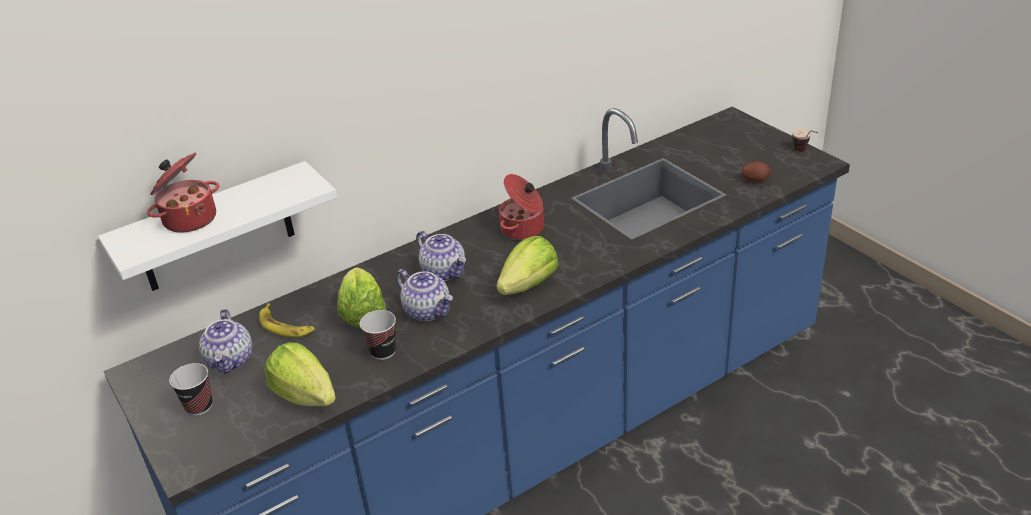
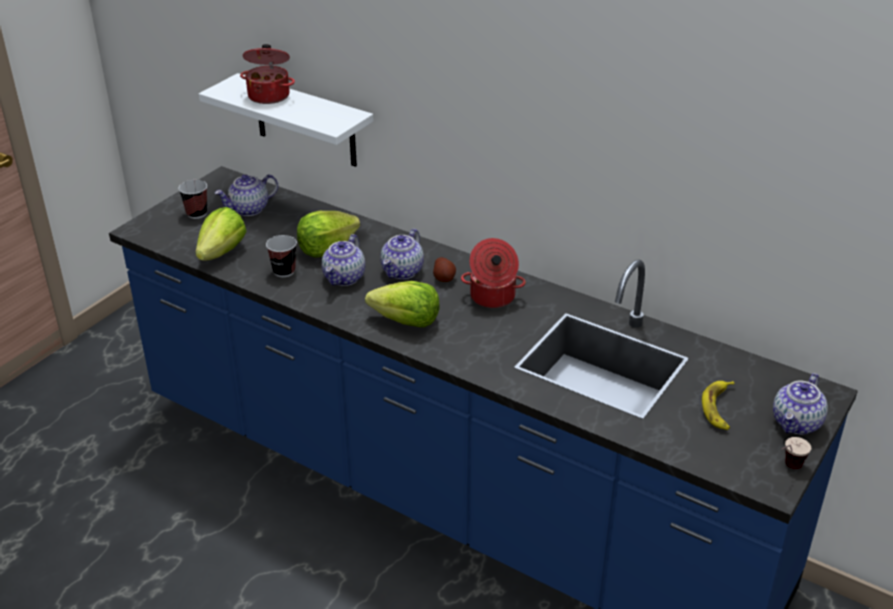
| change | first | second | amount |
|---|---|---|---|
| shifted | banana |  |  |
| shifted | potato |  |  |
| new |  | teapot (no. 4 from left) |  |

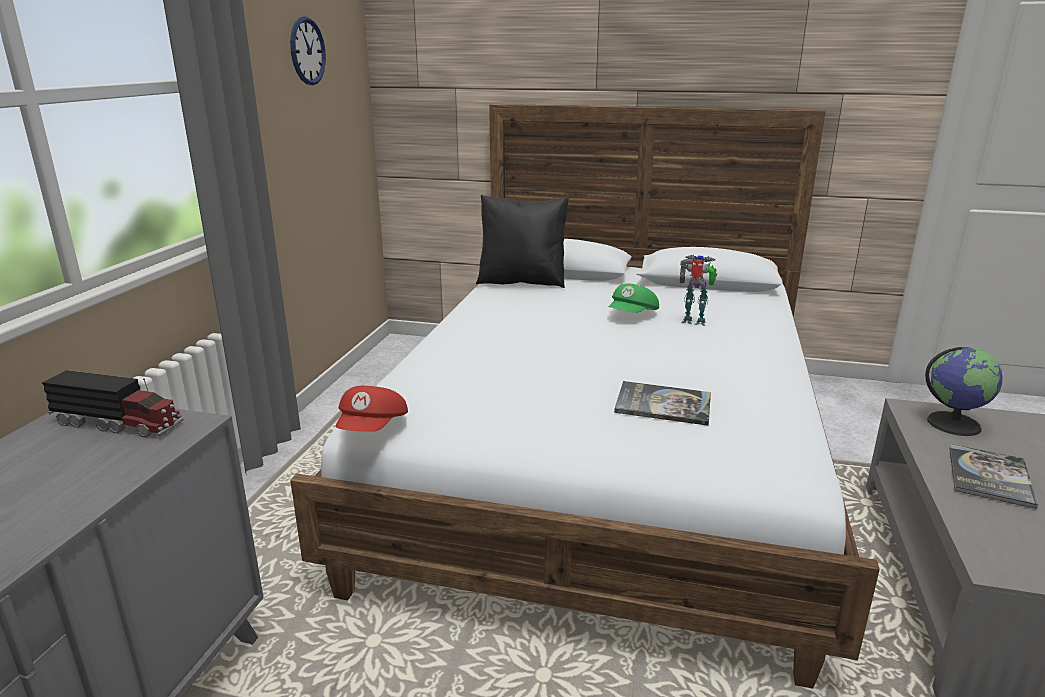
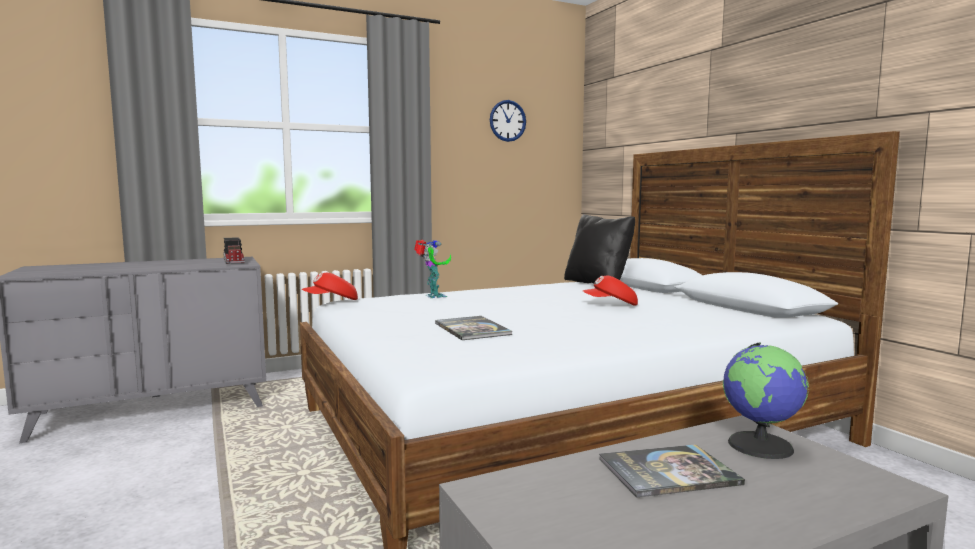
| change | first | second | amount |
|---|---|---|---|
| repainted | green cap | red cap (no. 2 from left) |  |
| shifted | toy robot |  |  |

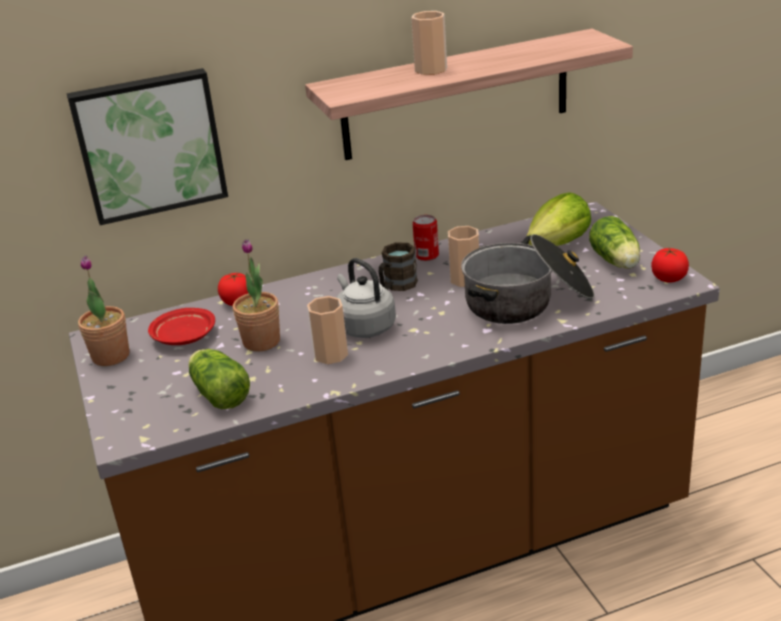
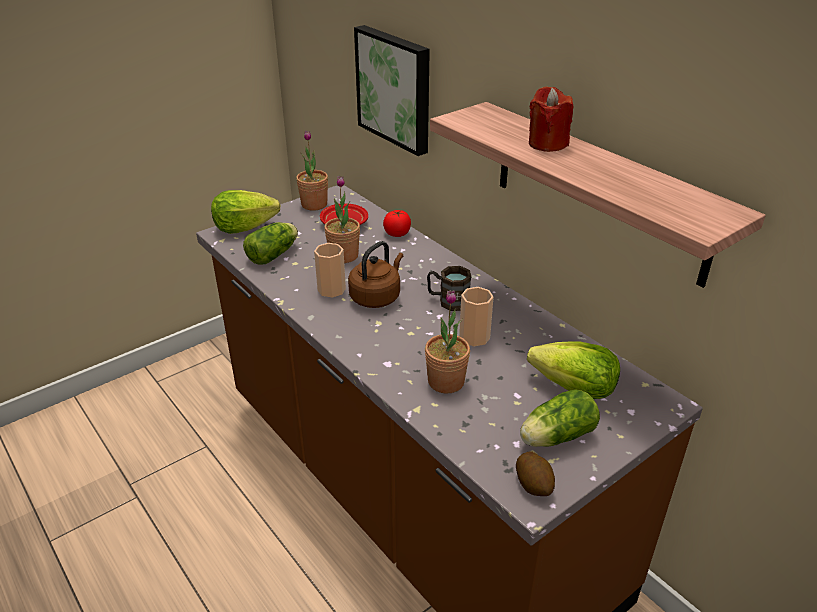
| change | first | second | amount |
|---|---|---|---|
| repainted | grey kettle | brown kettle |  |
| swapped | cup (no. 2 from left) | red candle |  |
| gone | can |  |  |
| swapped | cooking pot | potted plant (no. 3 from left) |  |
| swapped | tomato (no. 2 from left) | potato |  |
| new |  | lettuce (no. 1 from left) |  |

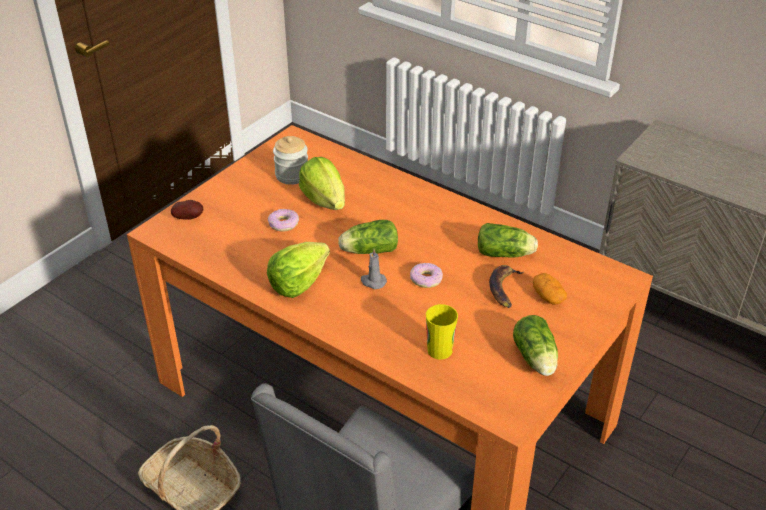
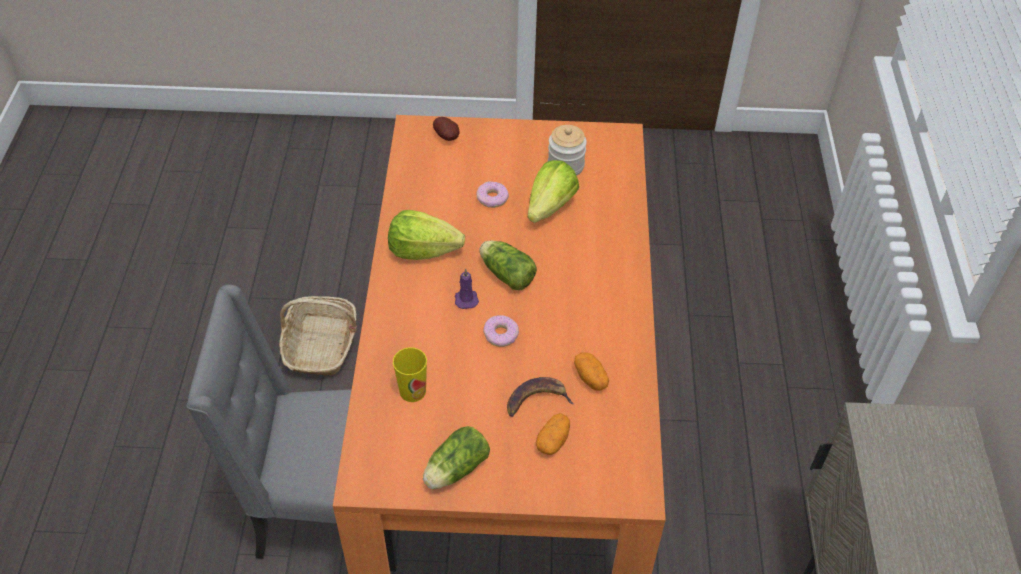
| change | first | second | amount |
|---|---|---|---|
| repainted | grey candle | purple candle |  |
| swapped | lettuce (no. 4 from left) | potato (no. 3 from left) |  |

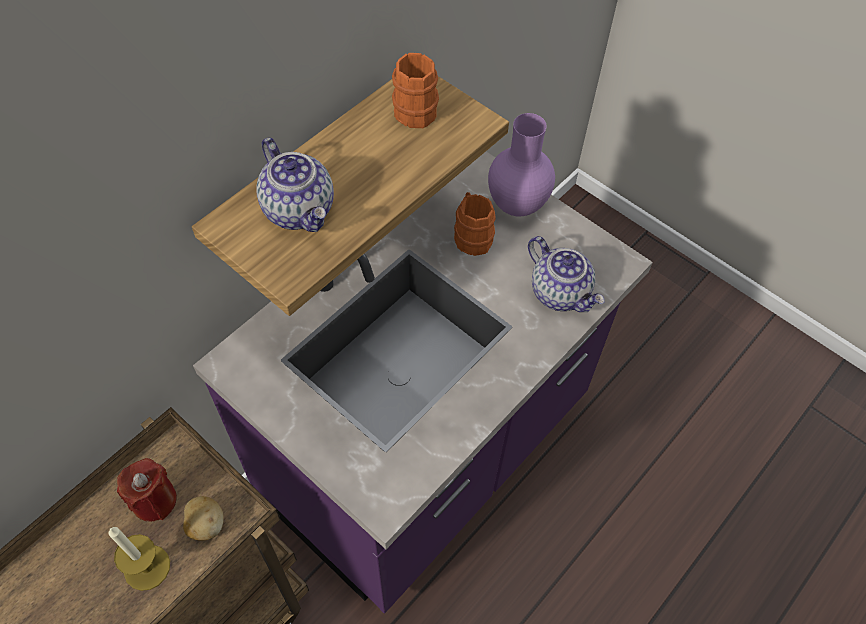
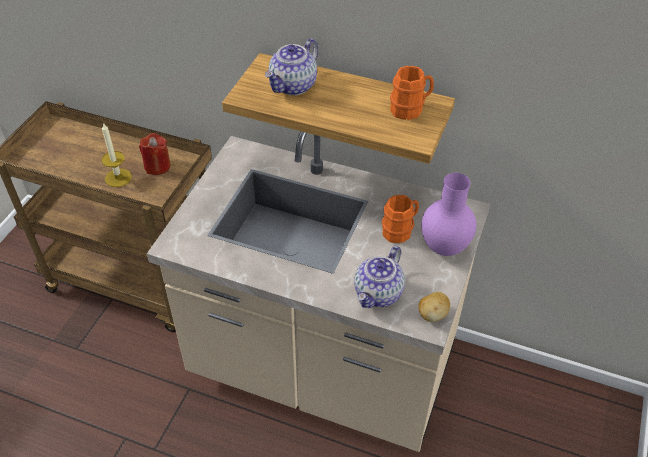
| change | first | second | amount |
|---|---|---|---|
| shifted | potato |  |  |
| repainted | purple counter | beige counter |  |

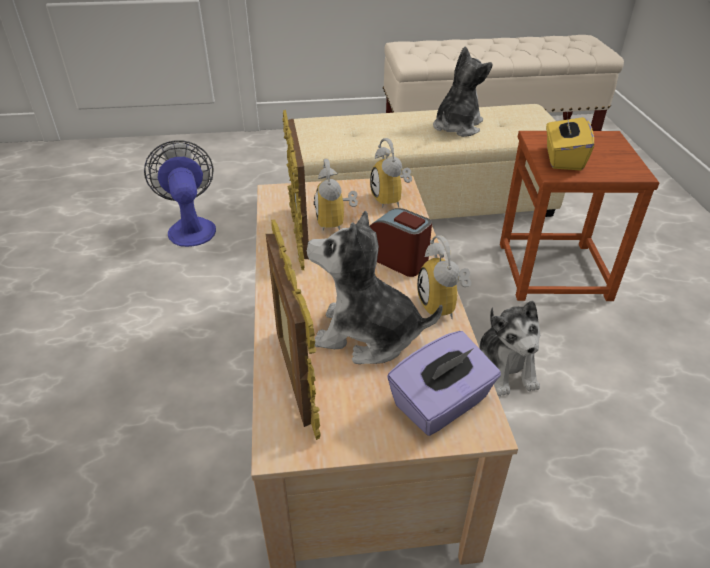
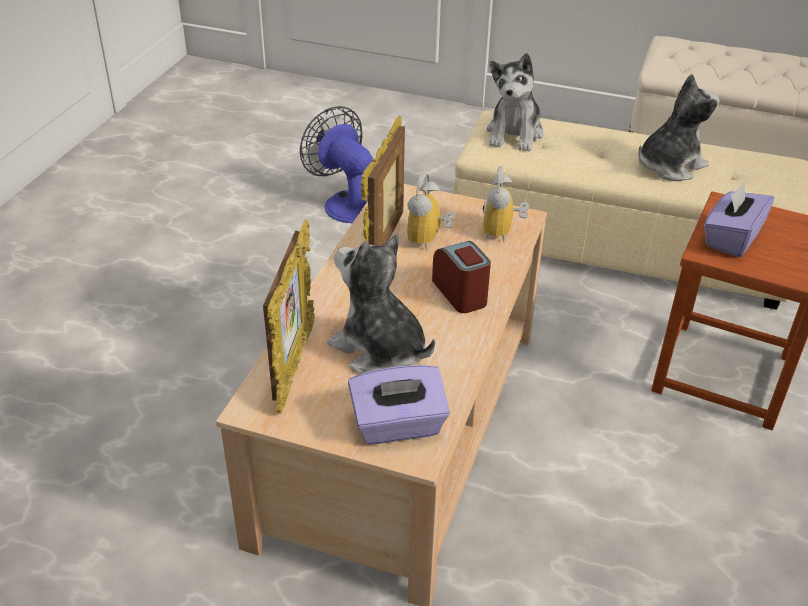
| change | first | second | amount |
|---|---|---|---|
| rotated | fan |  | 45 degrees counterclockwise |
| gone | alarm clock (no. 4 from left) |  |  |
| shifted | plush toy (no. 3 from left in the first image) | plush toy (no. 2 from left) |  |
| repainted | yellow tissue box | purple tissue box (no. 2 from left) |  |

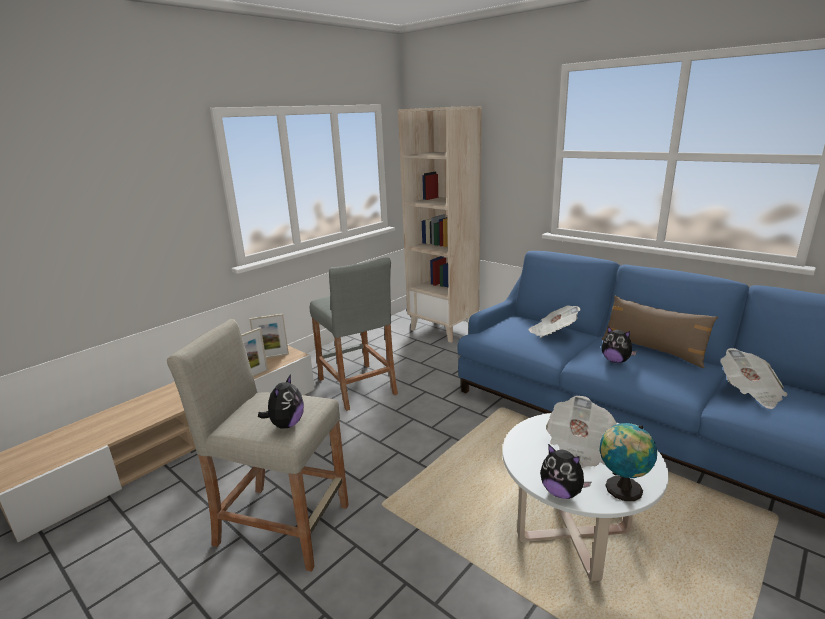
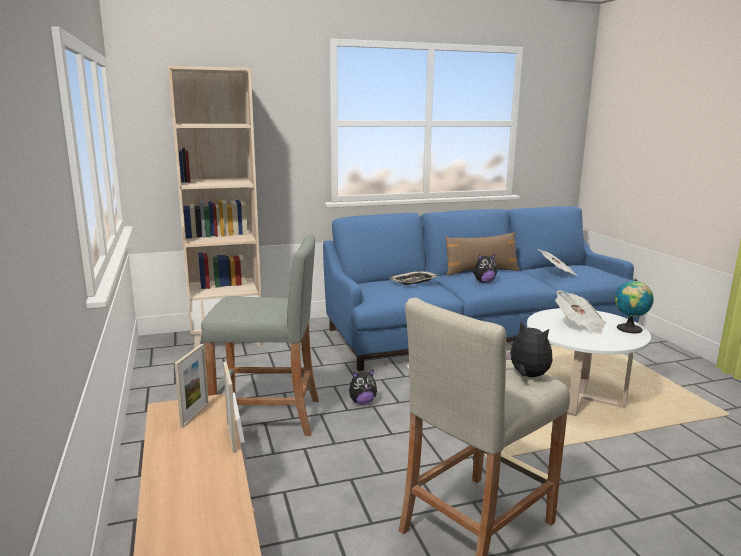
| change | first | second | amount |
|---|---|---|---|
| swapped | newspaper (no. 1 from left) | tray |  |
| shifted | plush toy (no. 2 from left in the first image) | plush toy (no. 1 from left) |  |

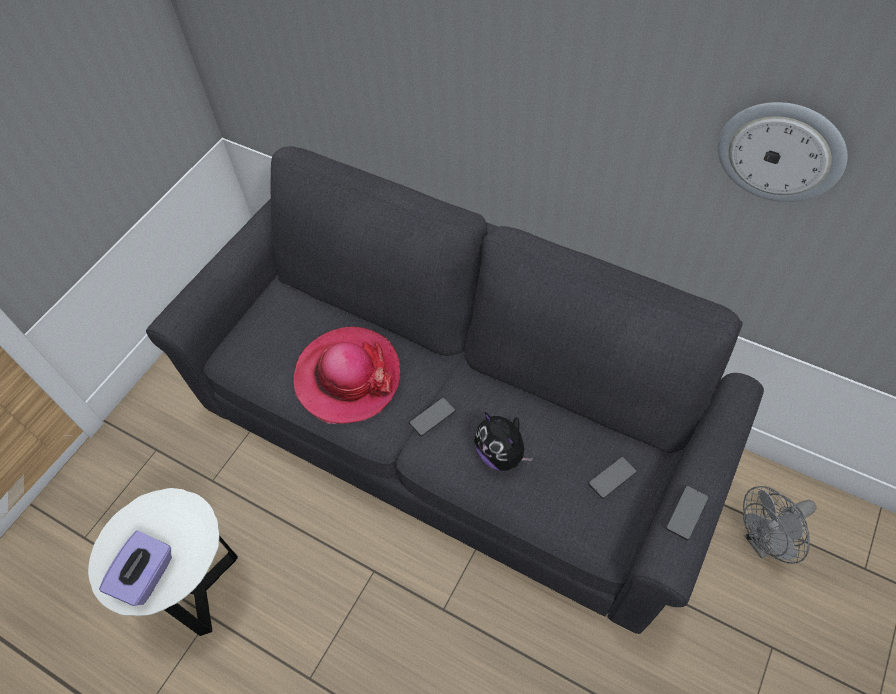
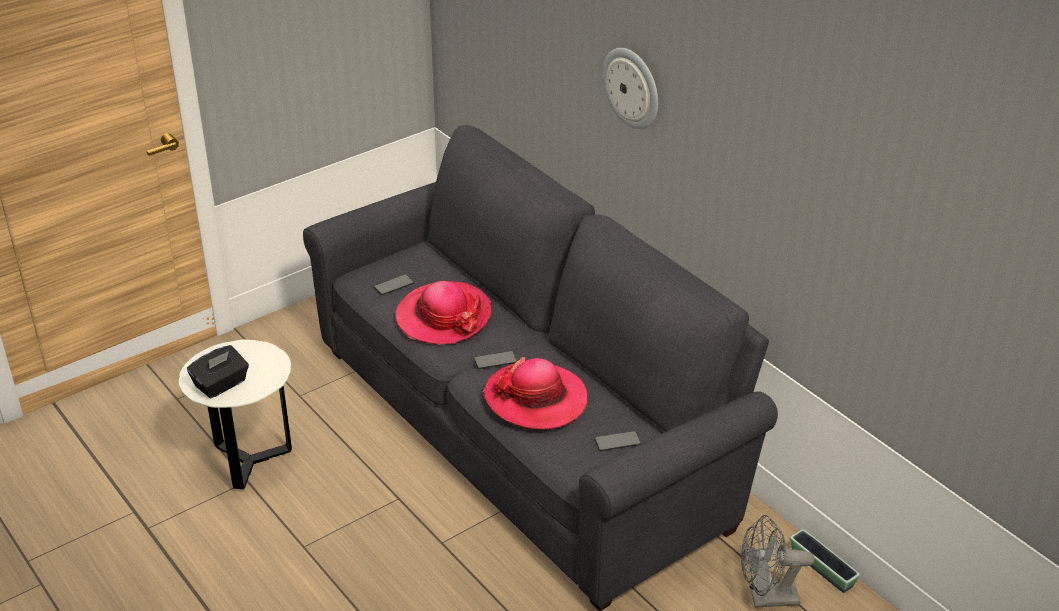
| change | first | second | amount |
|---|---|---|---|
| repainted | purple tissue box | black tissue box |  |
| swapped | plush toy | hat (no. 2 from left) |  |
| shifted | phone (no. 3 from left in the first image) | phone (no. 1 from left) |  |
| shifted | wall clock |  |  |
| new |  | planter |  |

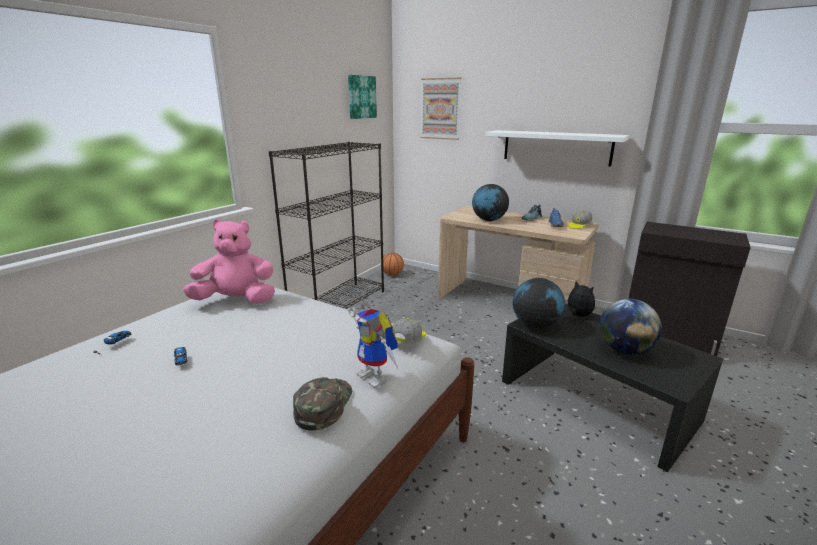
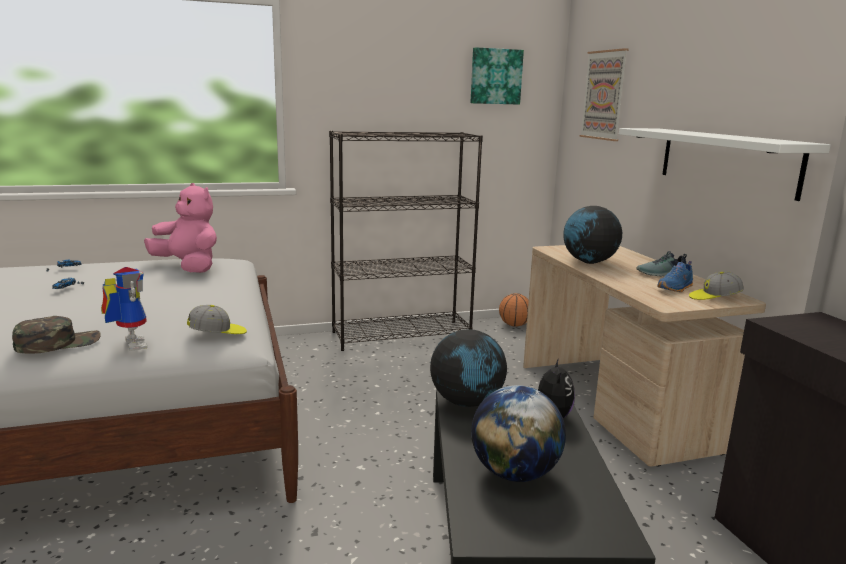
| change | first | second | amount |
|---|---|---|---|
| rotated | toy robot |  | 150 degrees clockwise |

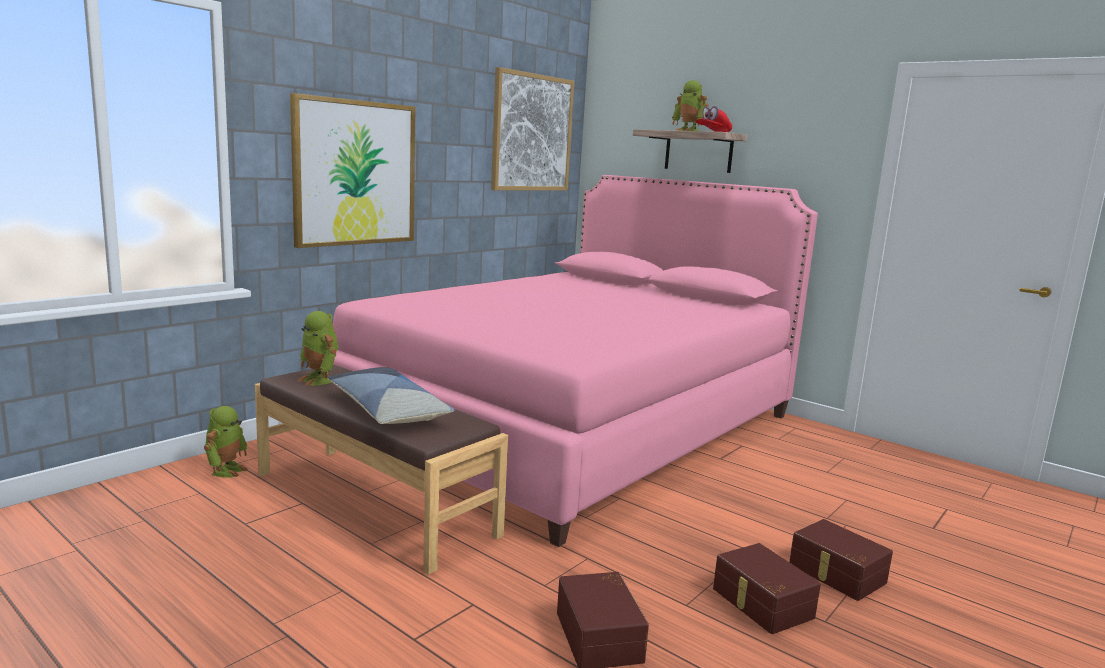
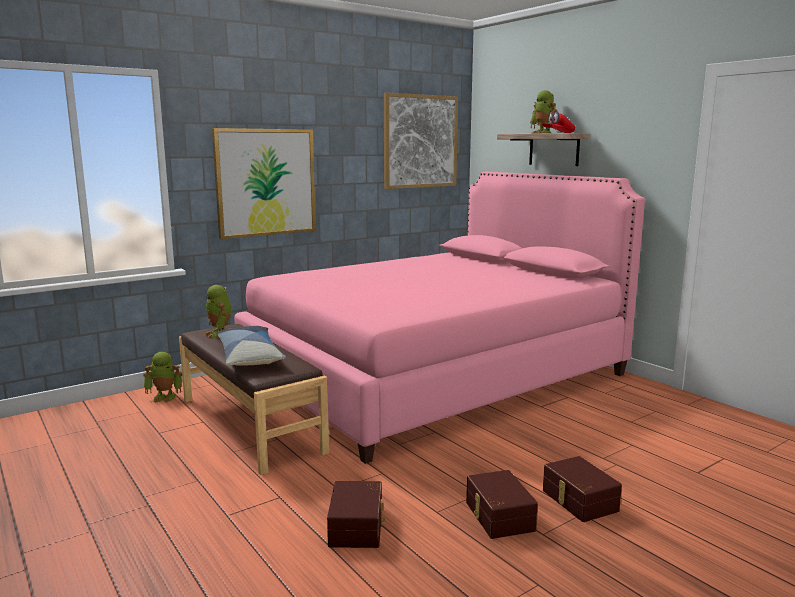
| change | first | second | amount |
|---|---|---|---|
| rotated | toy robot (no. 1 from left) |  | 60 degrees clockwise |

